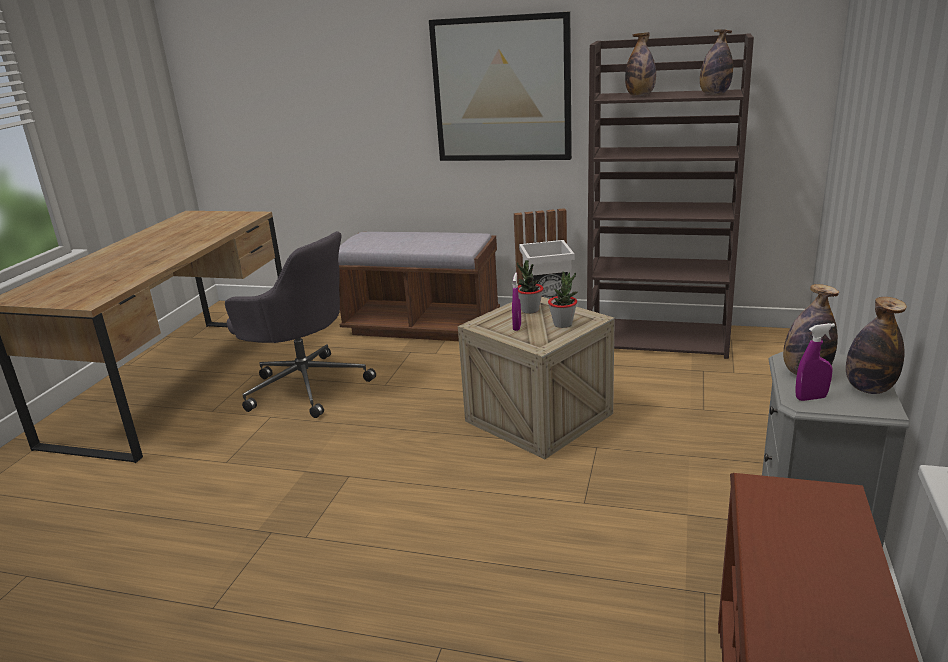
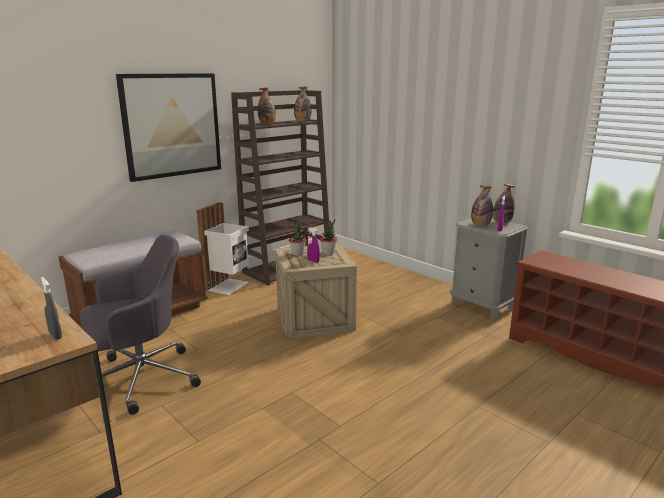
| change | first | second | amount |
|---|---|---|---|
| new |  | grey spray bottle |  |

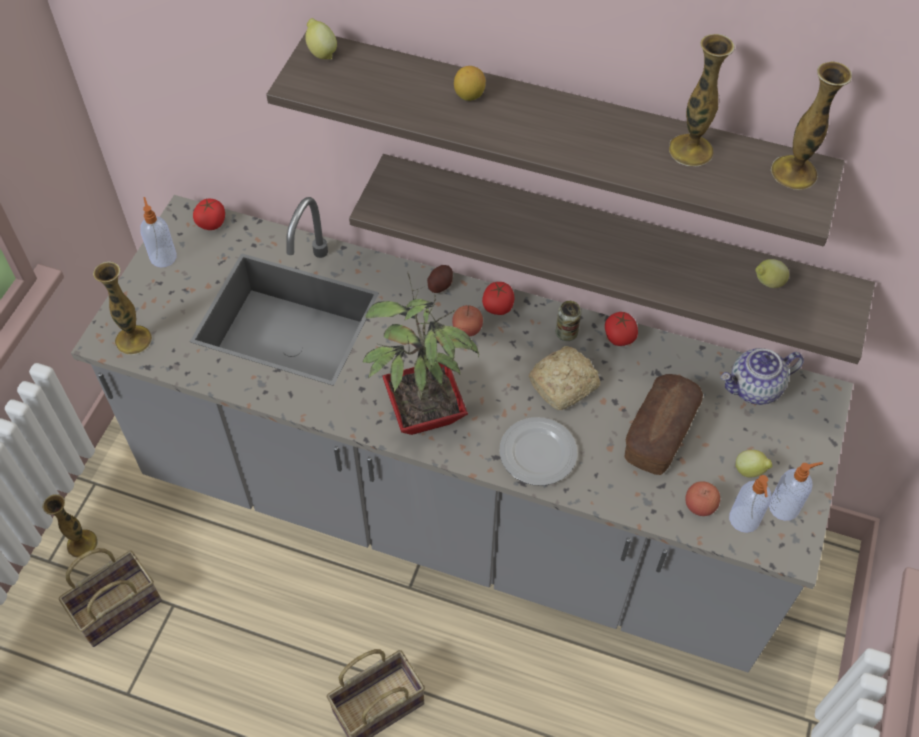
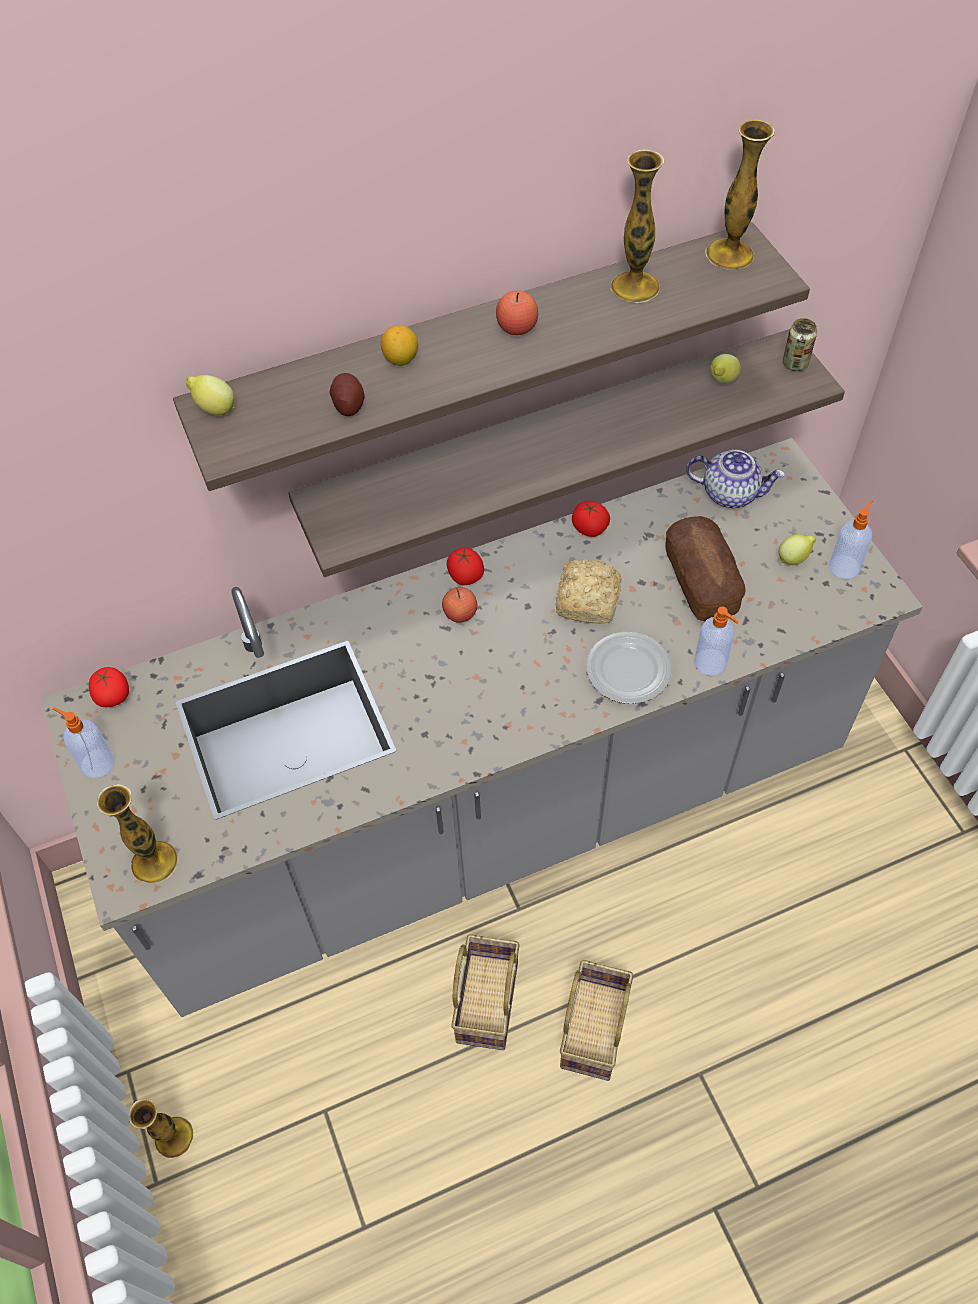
| change | first | second | amount |
|---|---|---|---|
| shifted | basket (no. 1 from left) |  |  |
| gone | potted plant |  |  |
| shifted | potato |  |  |
| shifted | can |  |  |
| shifted | apple (no. 2 from left) |  |  |
| rotated | teapot |  | 105 degrees counterclockwise |
| shifted | soap dispenser (no. 2 from left) |  |  |

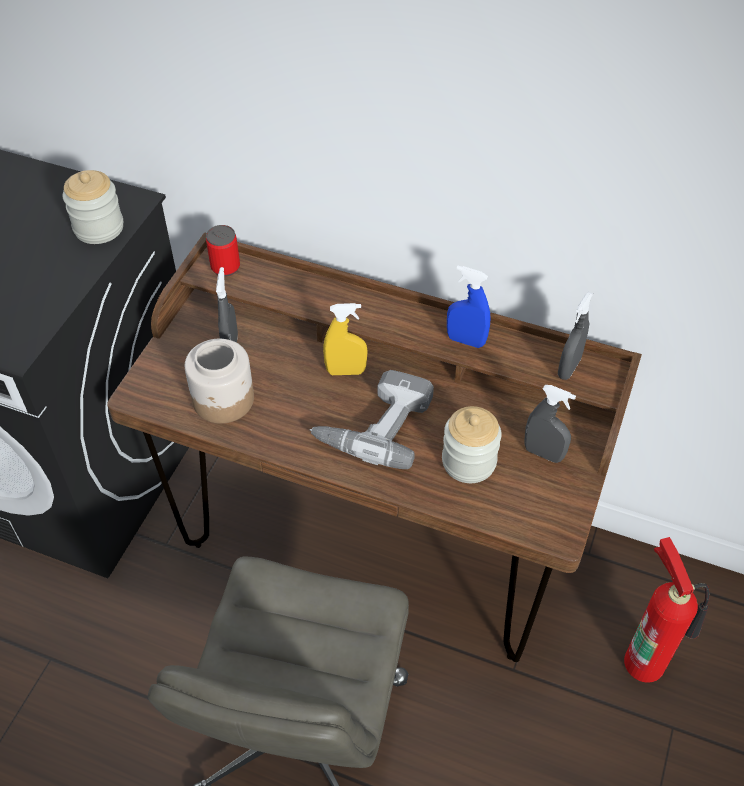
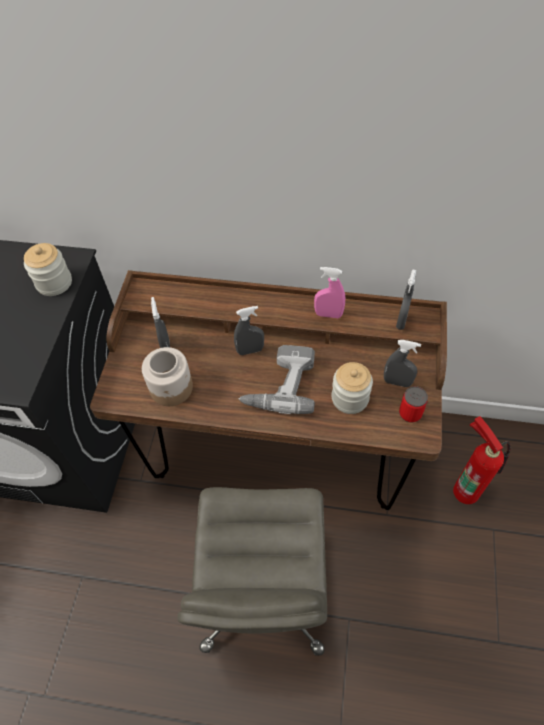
| change | first | second | amount |
|---|---|---|---|
| shifted | can |  |  |
| repainted | yellow spray bottle | grey spray bottle (no. 2 from left) |  |
| repainted | blue spray bottle | pink spray bottle |  |

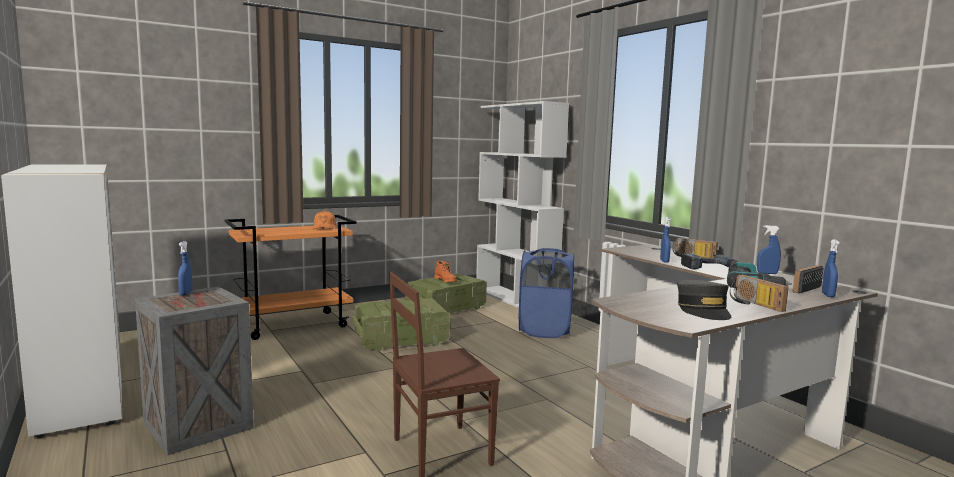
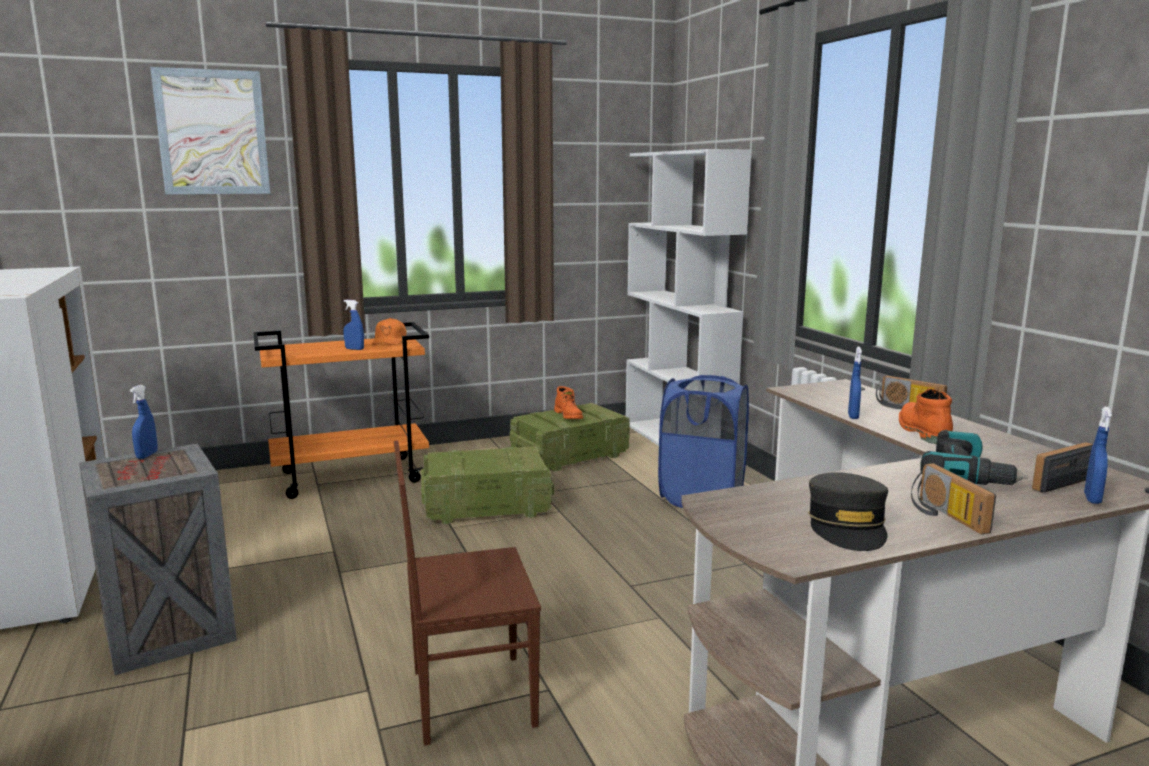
| change | first | second | amount |
|---|---|---|---|
| swapped | power drill (no. 1 from left) | orange boot (no. 2 from left) |  |
| shifted | blue spray bottle (no. 3 from left in the first image) | blue spray bottle (no. 2 from left) |  |
| new |  | picture |  |

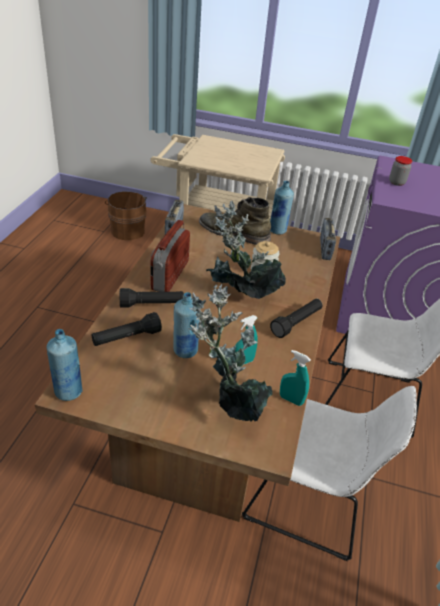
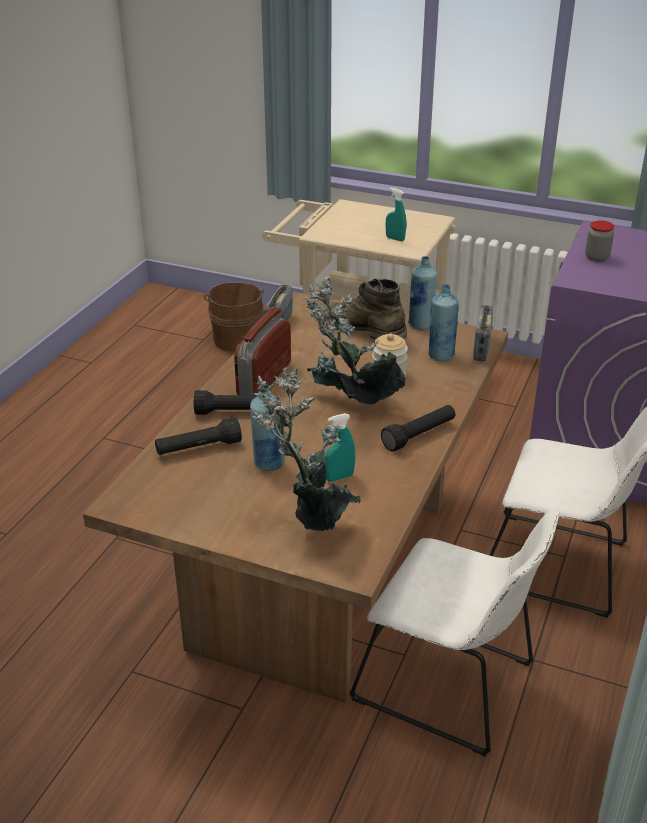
| change | first | second | amount |
|---|---|---|---|
| shifted | blue bottle (no. 1 from left in the first image) | blue bottle (no. 3 from left) |  |
| shifted | turquoise spray bottle (no. 2 from left) |  |  |

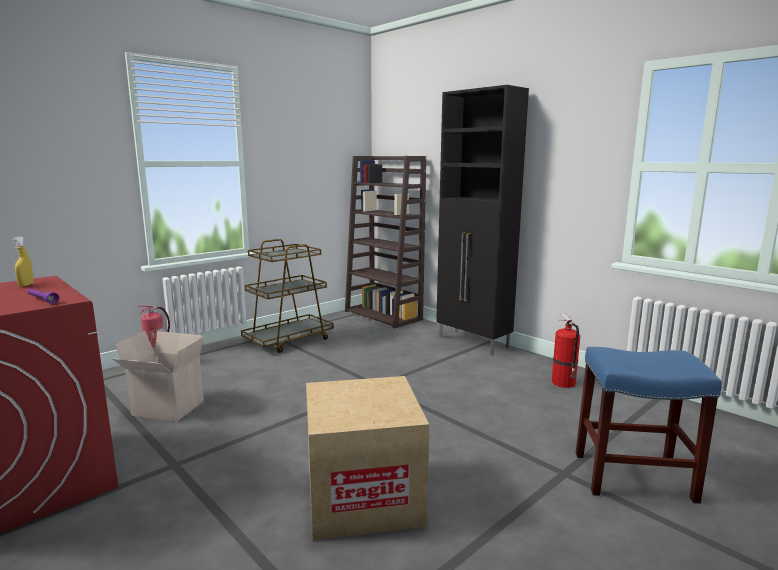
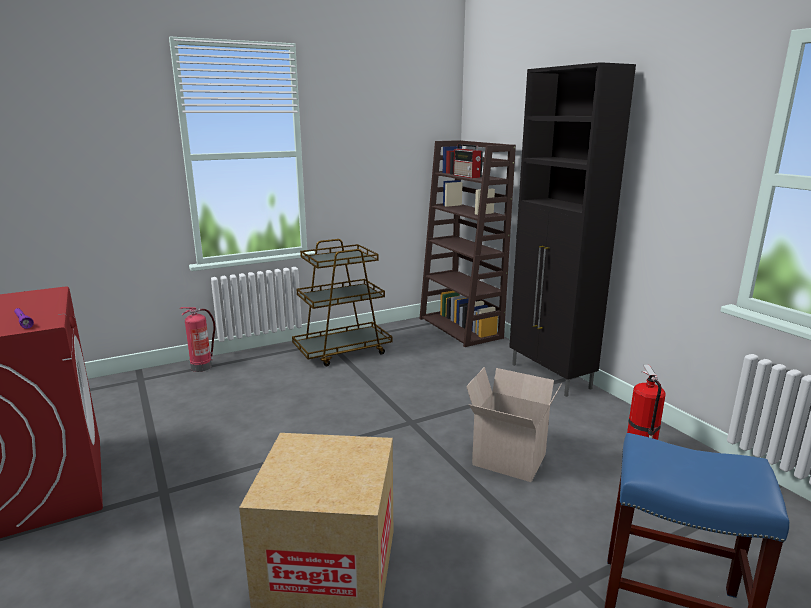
| change | first | second | amount |
|---|---|---|---|
| gone | yellow spray bottle |  |  |
| shifted | cardboard box (no. 1 from left in the first image) | cardboard box (no. 2 from left) |  |
| new |  | radio |  |

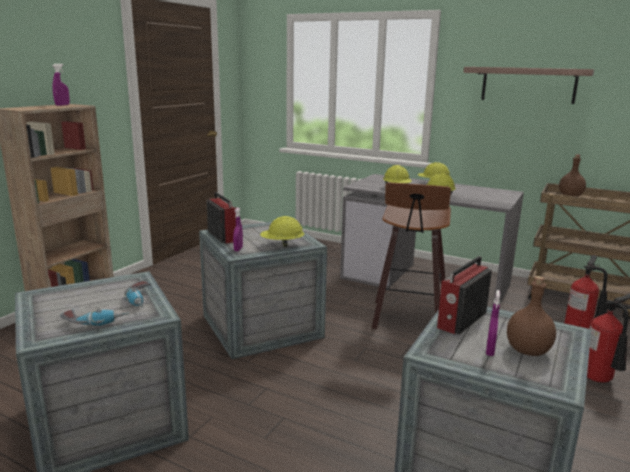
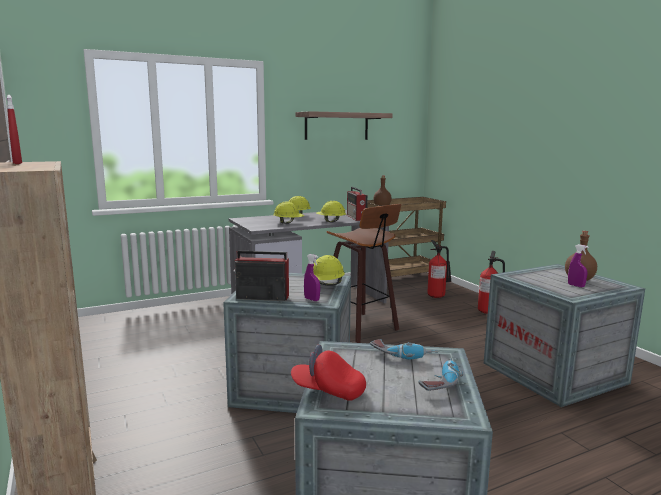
| change | first | second | amount |
|---|---|---|---|
| repainted | purple spray bottle (no. 1 from left) | red spray bottle |  |
| shifted | radio (no. 2 from left) |  |  |
| new |  | red cap |  |

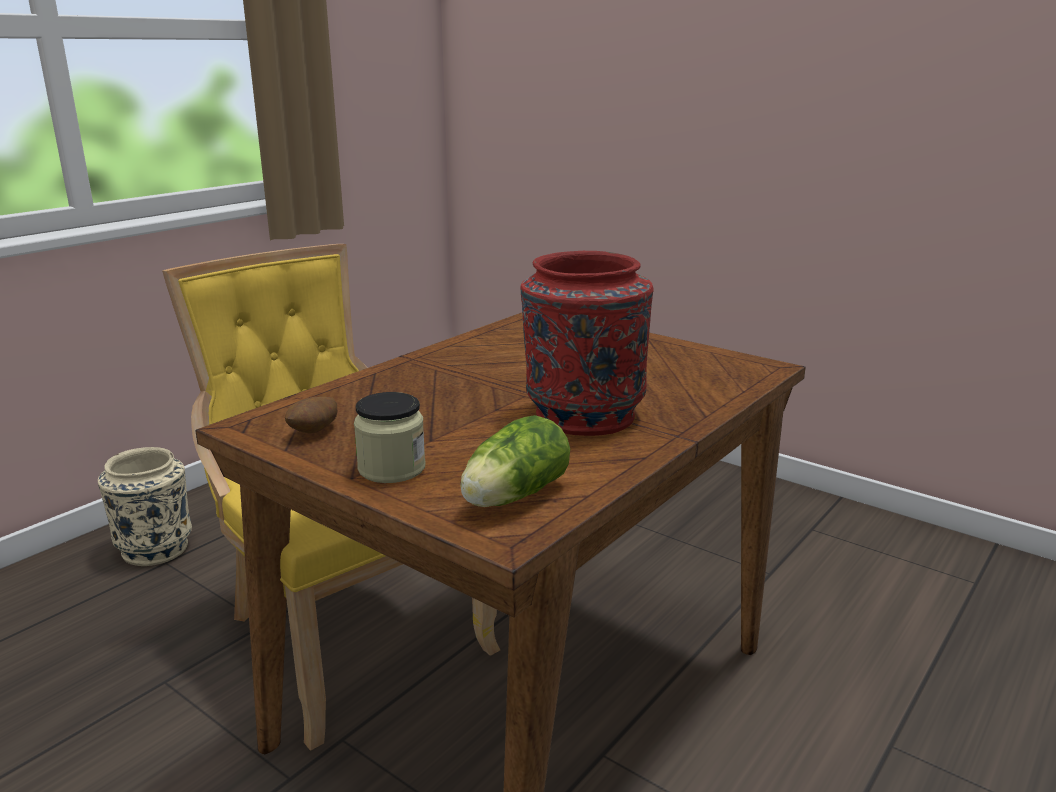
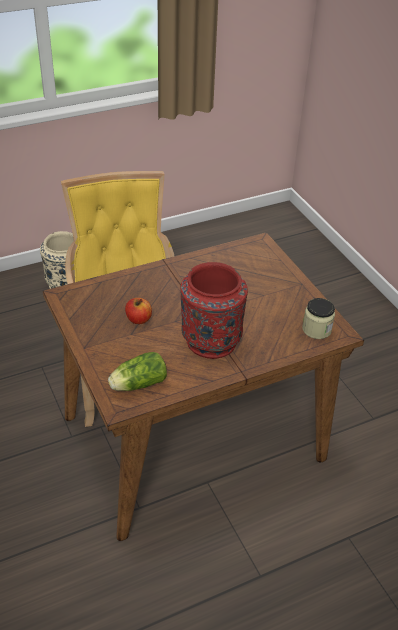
| change | first | second | amount |
|---|---|---|---|
| gone | potato |  |  |
| shifted | jar |  |  |
| new |  | apple |  |

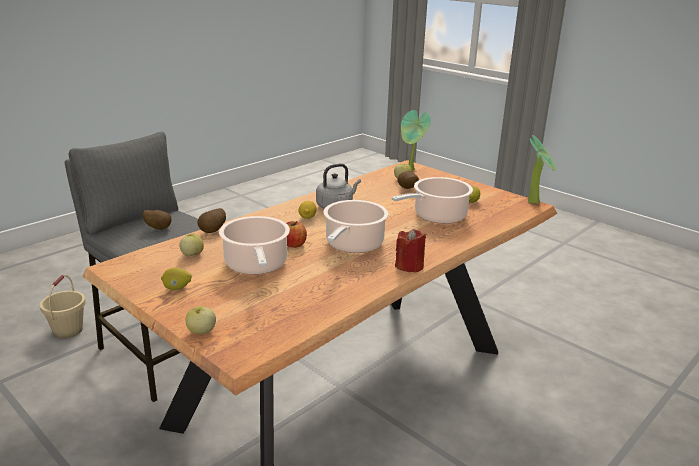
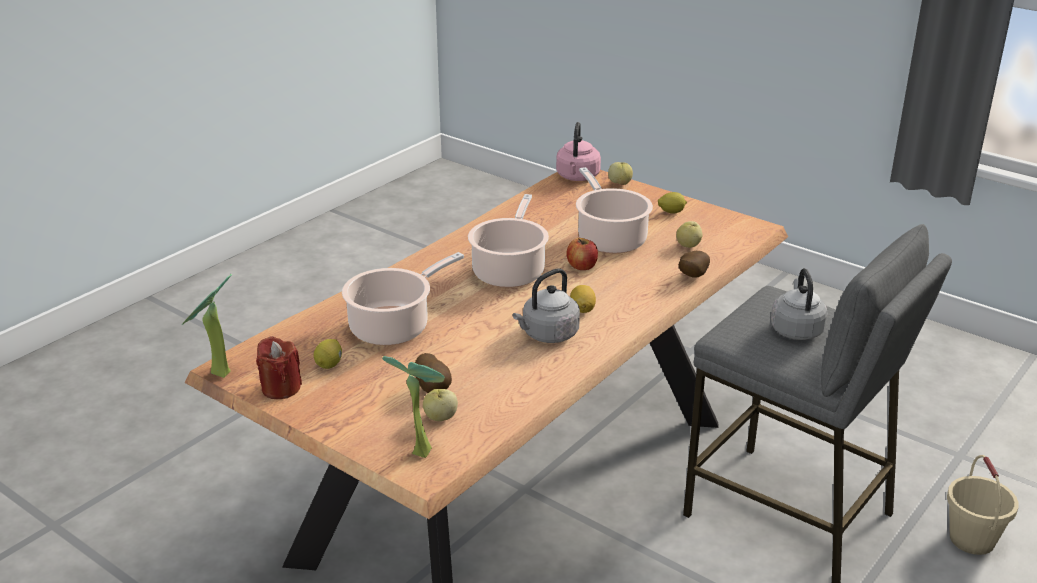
| change | first | second | amount |
|---|---|---|---|
| swapped | potato (no. 1 from left) | grey kettle (no. 2 from left) |  |
| shifted | red candle |  |  |
| new |  | pink kettle |  |

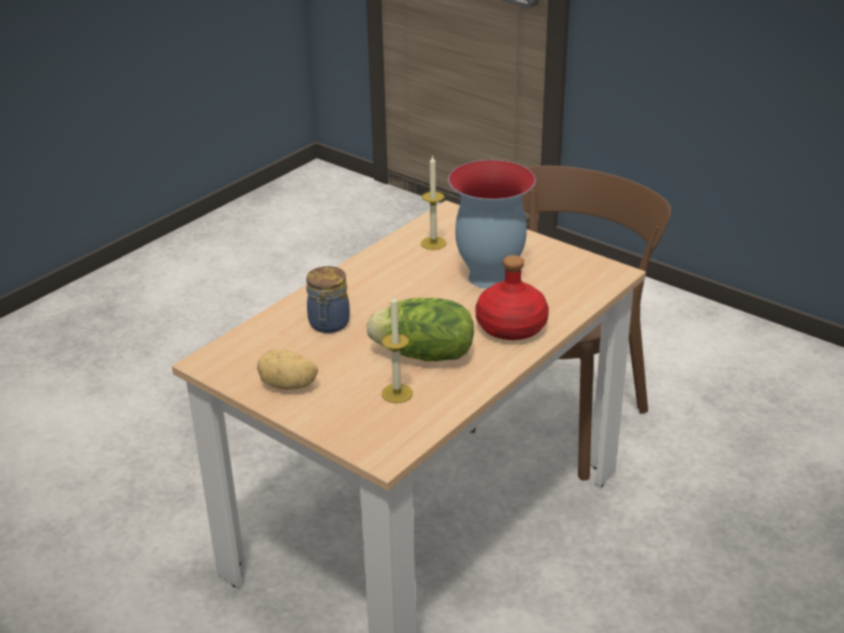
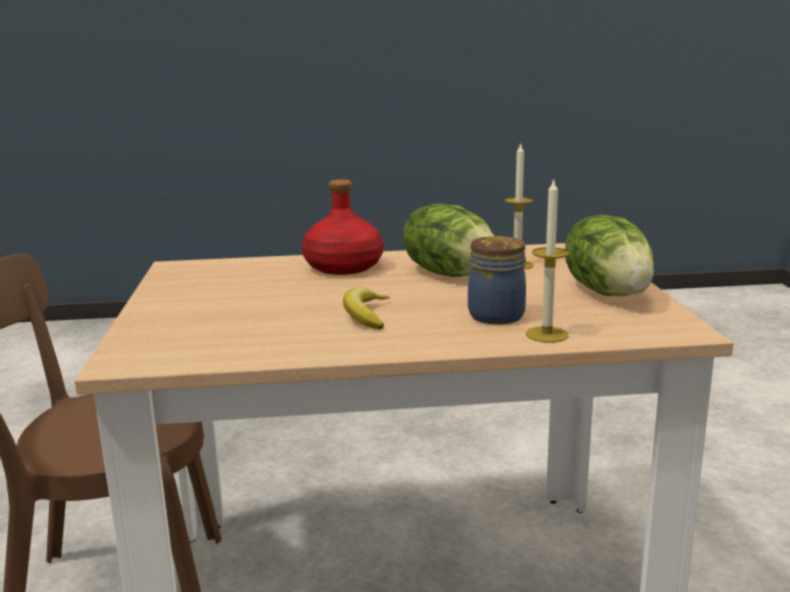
| change | first | second | amount |
|---|---|---|---|
| swapped | potato | lettuce (no. 2 from left) |  |
| shifted | candle (no. 2 from left) |  |  |
| gone | vase |  |  |
| new |  | banana |  |

